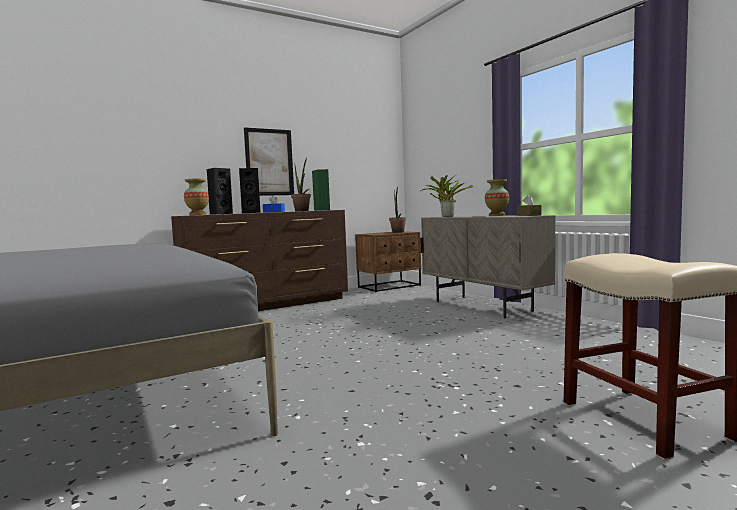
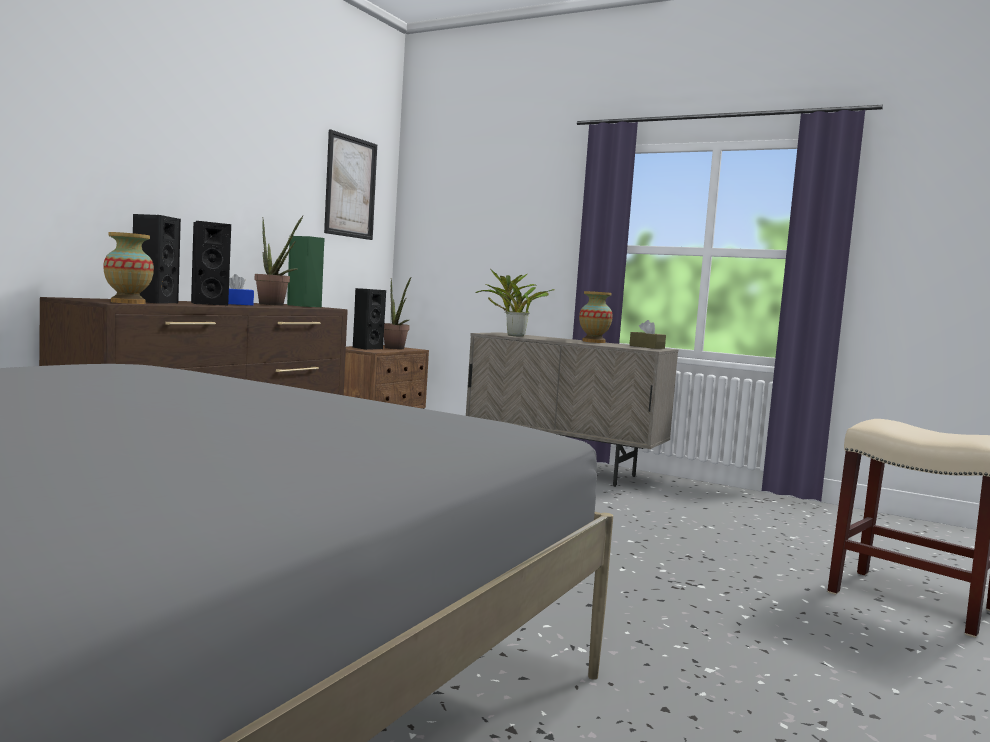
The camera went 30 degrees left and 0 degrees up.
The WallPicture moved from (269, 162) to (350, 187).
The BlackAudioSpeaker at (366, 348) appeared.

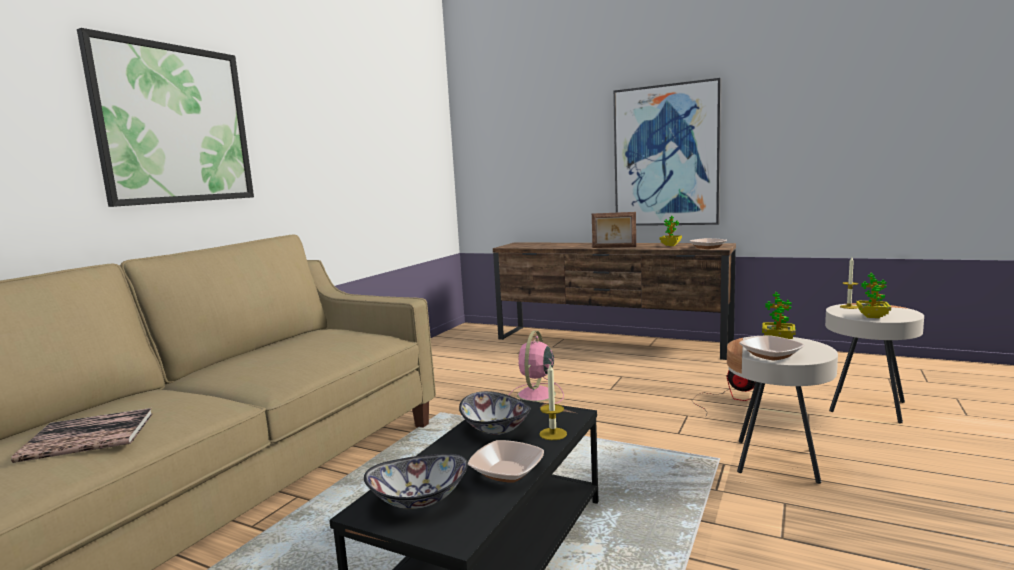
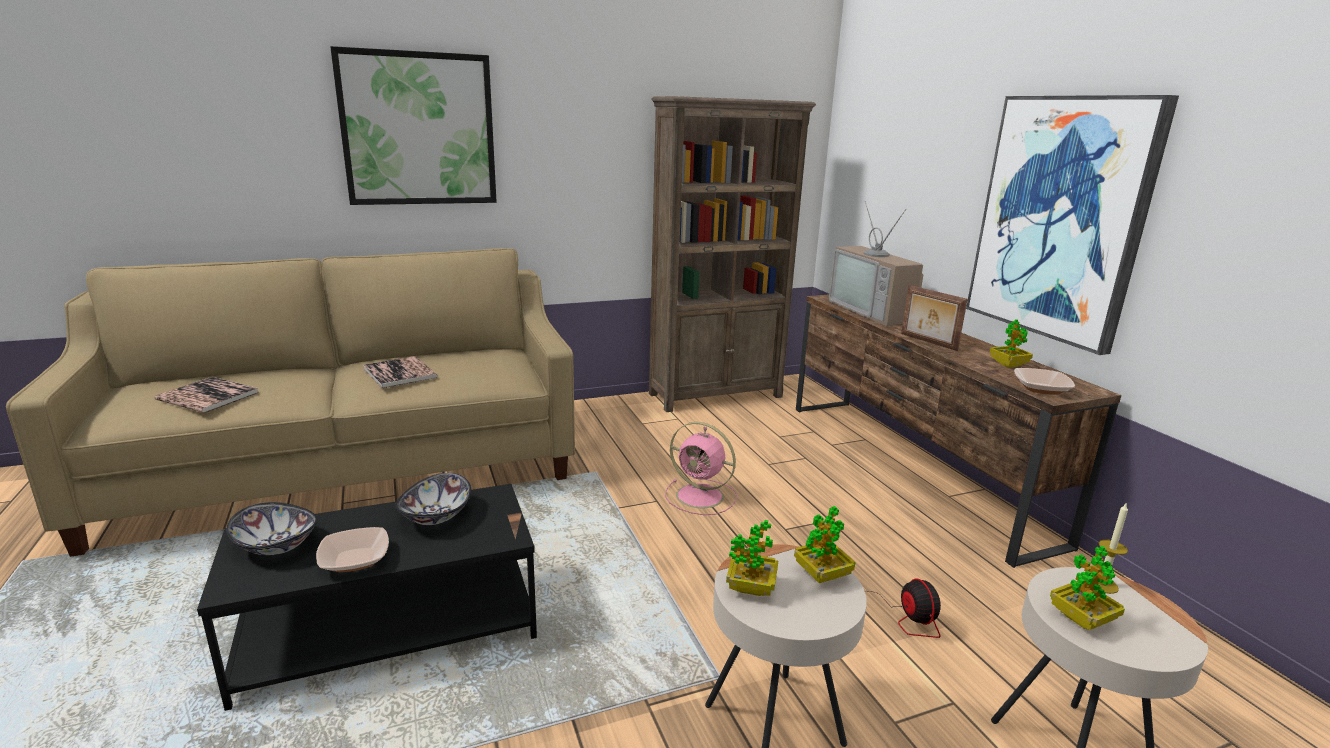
The camera went 40 degrees right and 10 degrees up.
The PinkColouredCoolingFan at (536, 395) turned 120 degrees counterclockwise.
The Candle at (553, 434) disappeared.
The ServingBowl at (771, 355) was replaced by the PottedPlant at (751, 588).
The Book at (400, 373) appeared.
The BrownBookshelf at (716, 395) appeared.
The Tv at (875, 311) appeared.

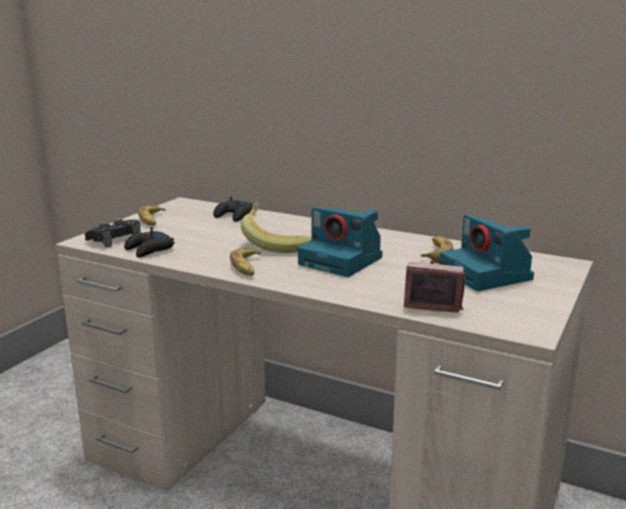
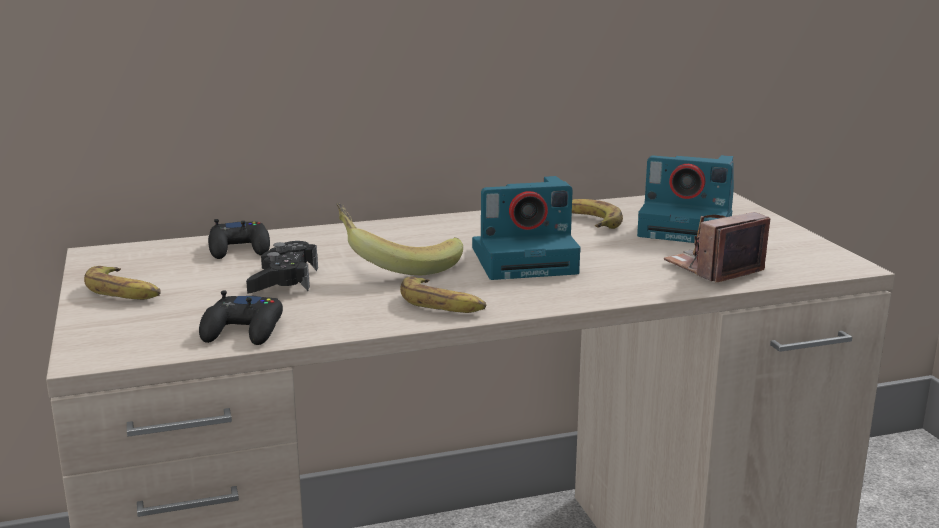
The camera went 45 degrees left and 0 degrees up.
The BlackGameController moved from (115, 239) to (284, 280).

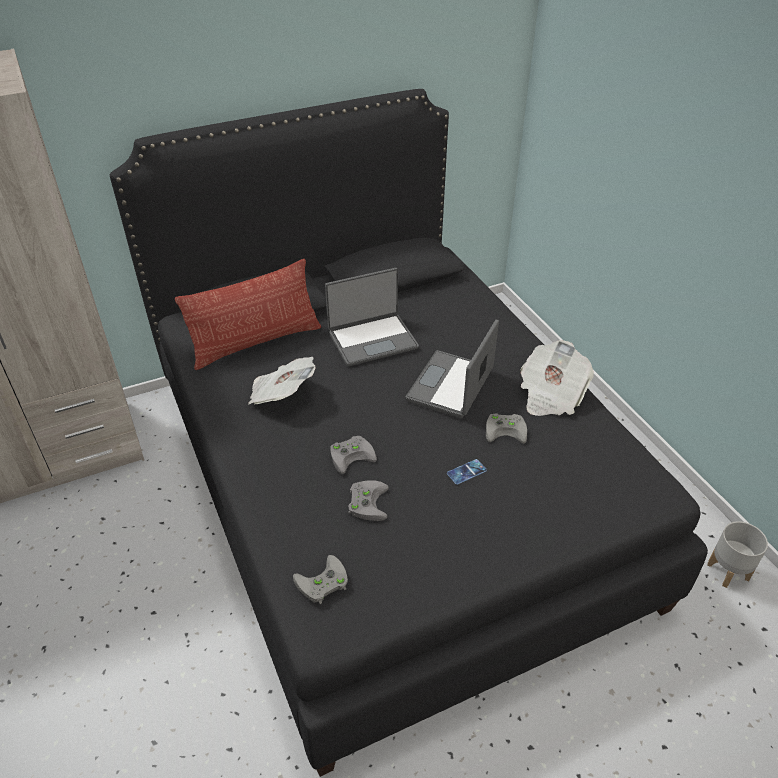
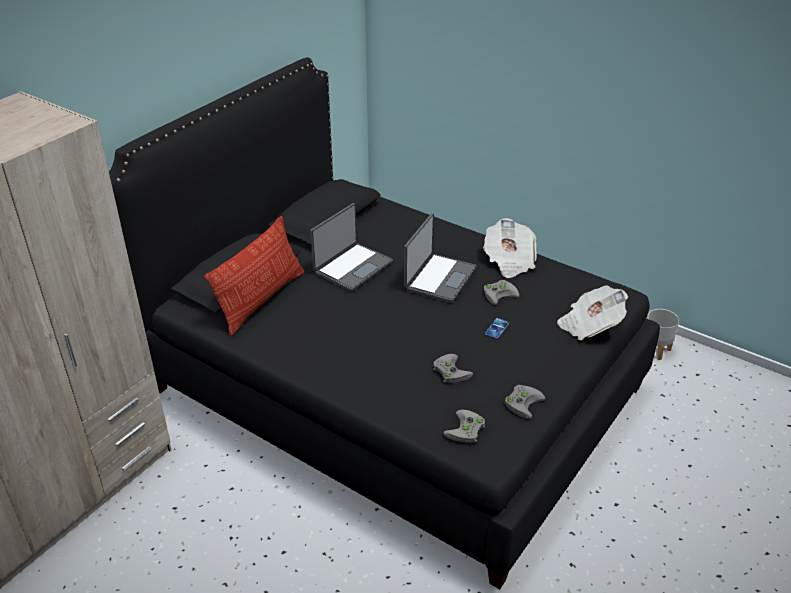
The camera went 30 degrees left and 5 degrees down.
The DailyPaper moved from (282, 394) to (589, 325).
The GreyishGameController moved from (352, 455) to (522, 402).
The NotebookComputer at (451, 386) turned 150 degrees counterclockwise.

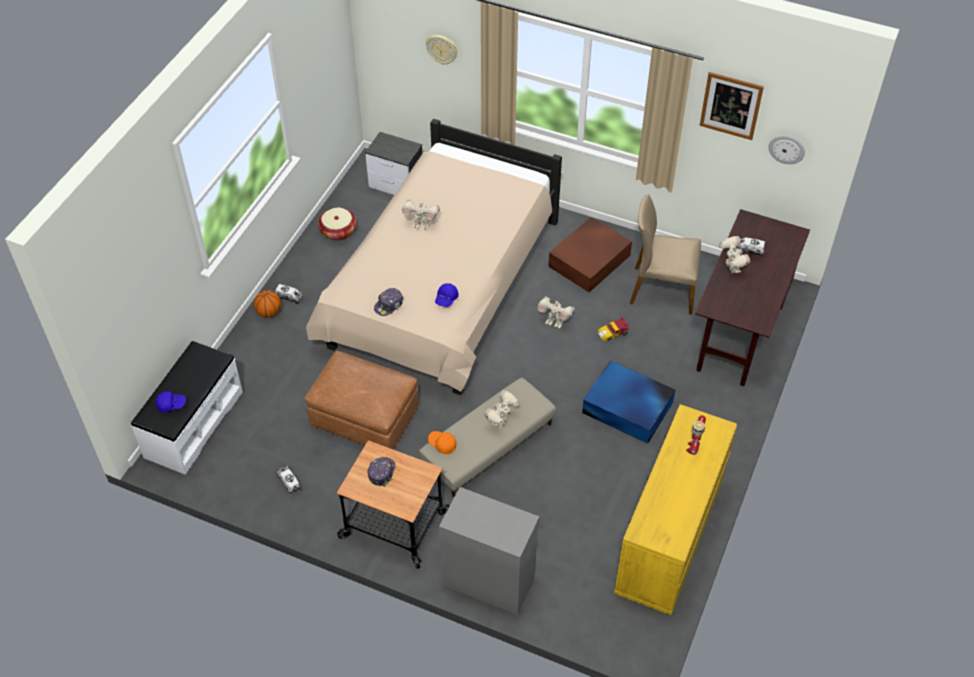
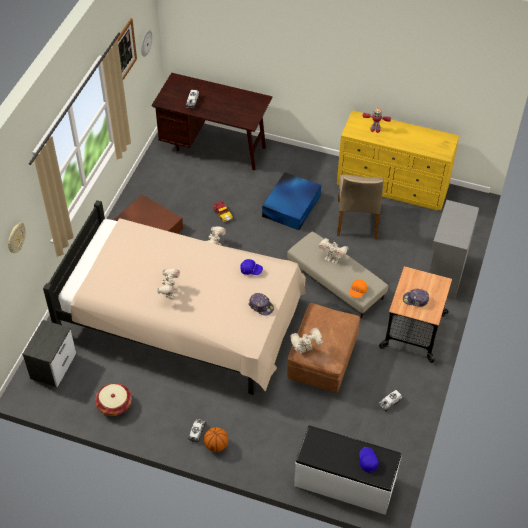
The camera went 95 degrees left and 0 degrees up.
The SandColouredPlainChair moved from (662, 289) to (357, 220).
The ToyRobot moved from (731, 268) to (305, 350).

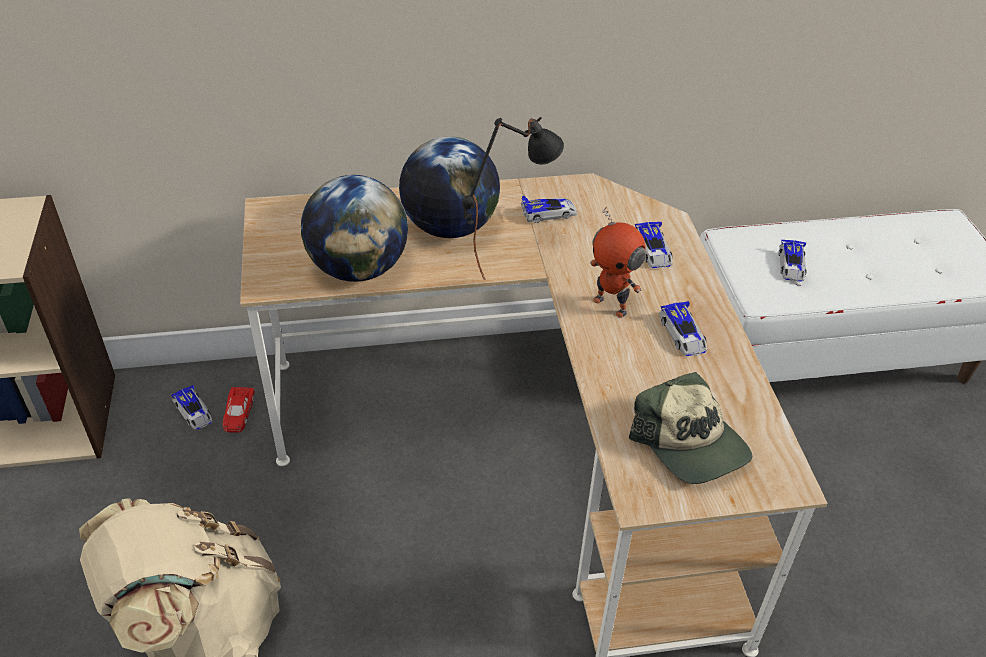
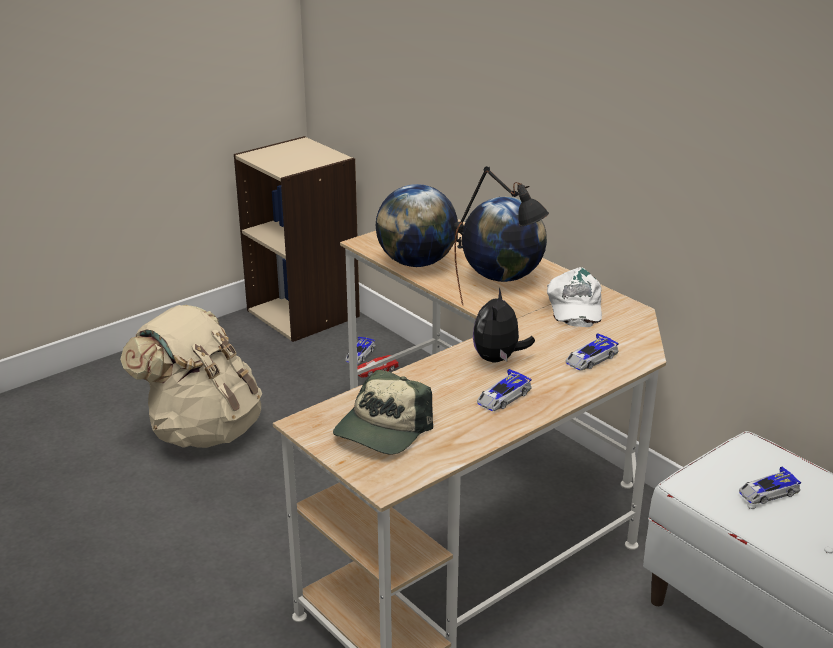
The camera went 60 degrees right and 15 degrees down.
The MiniatureCar at (549, 213) was replaced by the WhiteColouredPeakedCap at (574, 306).
The ToyRobot at (611, 305) was replaced by the CuddlyToy at (498, 359).

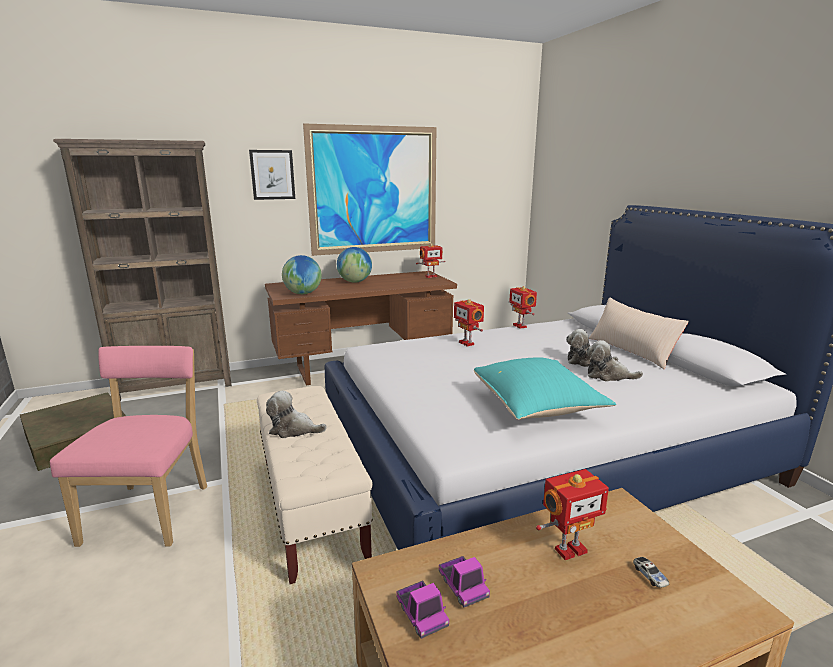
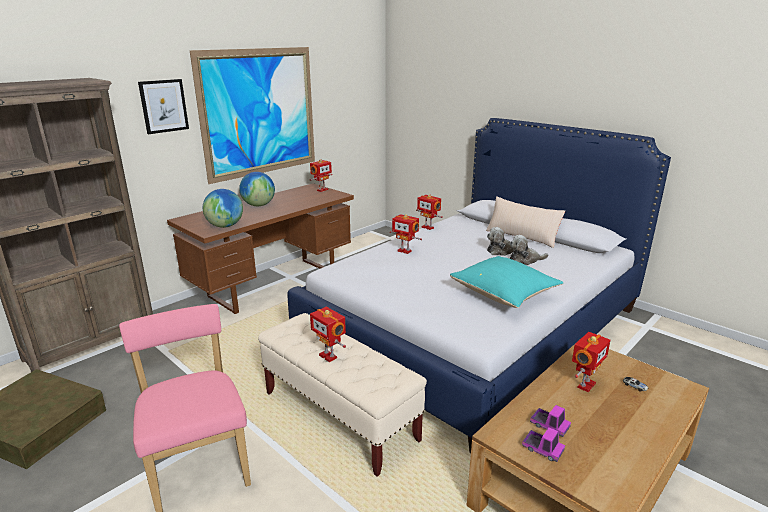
The camera went 25 degrees left and 5 degrees up.
The CuddlyToy at (293, 430) was replaced by the ToyRobot at (329, 356).

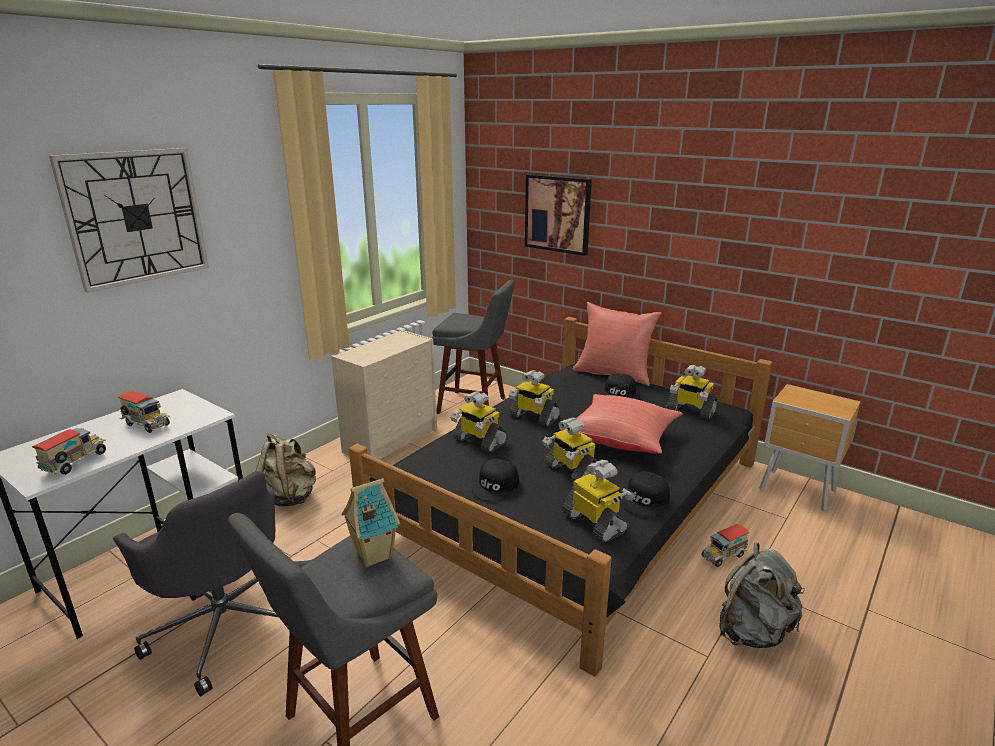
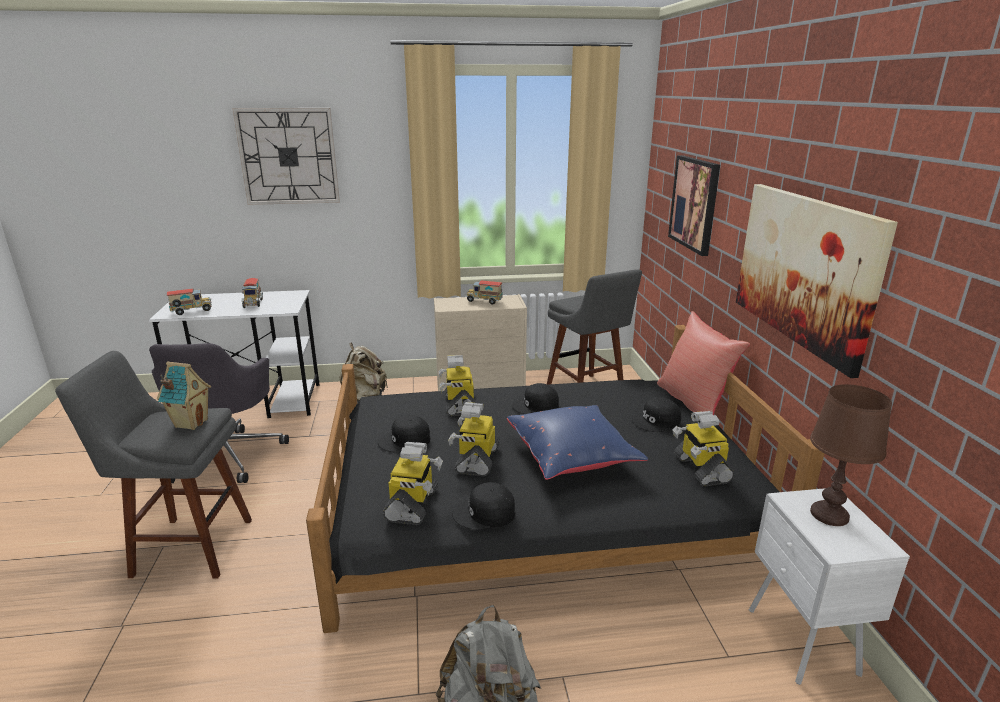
The camera went 45 degrees right and 0 degrees up.
The ToyRobot at (533, 417) was replaced by the BlackPeakedCap at (536, 406).
The RedColouredThrowPillow at (621, 439) became the BlueColouredThrowPillow at (572, 458).
The ToyTruck moved from (722, 556) to (484, 301).
The BrownNightTable at (798, 491) became the WhiteColouredNightTable at (801, 644).
The WallPicture at (804, 270) appeared.
The BrownTabletopLamp at (829, 514) appeared.

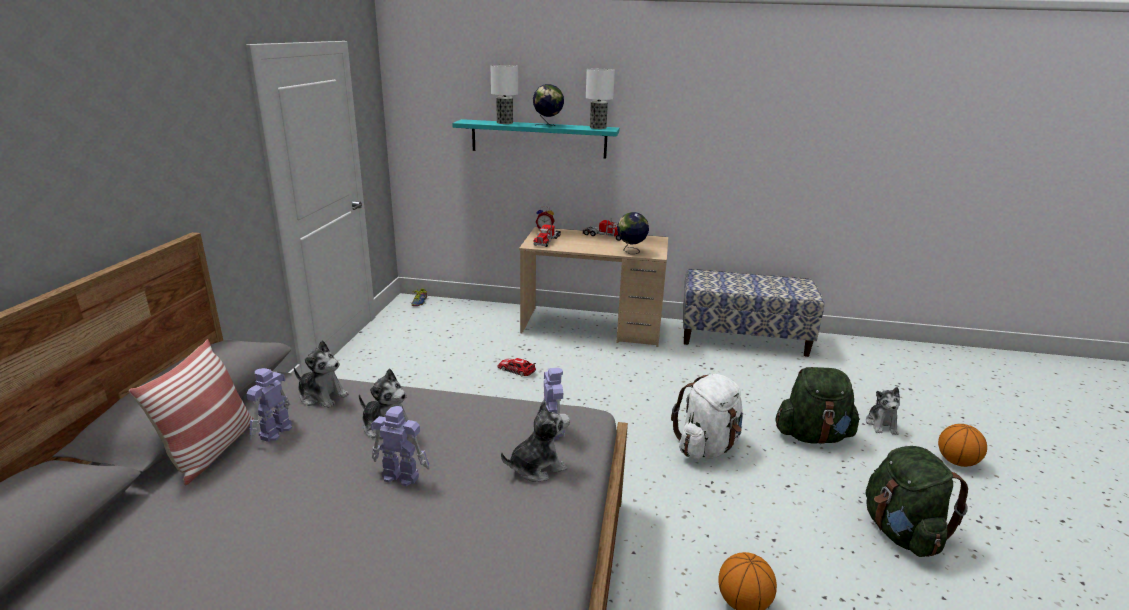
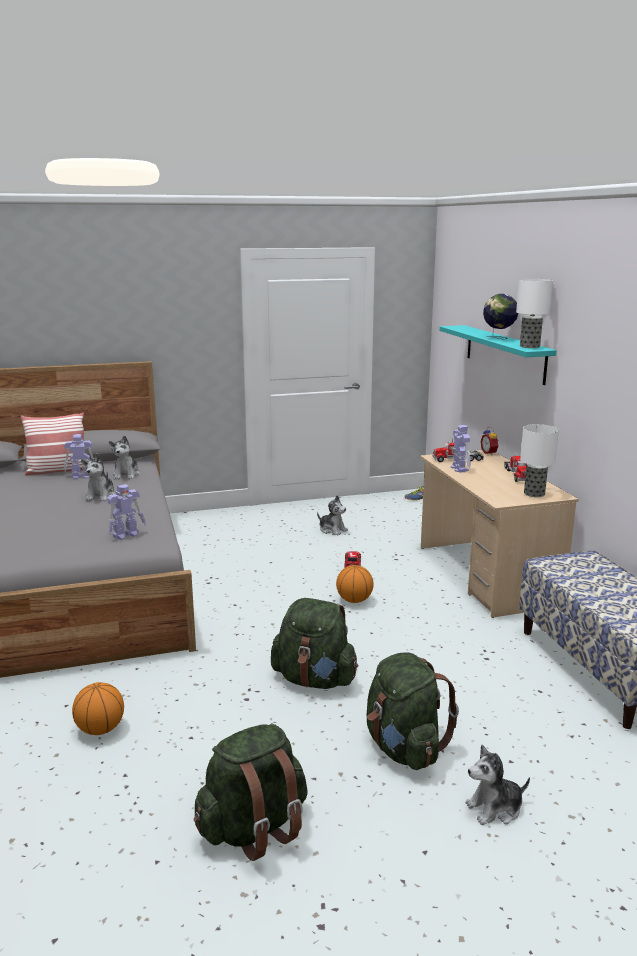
The camera went 65 degrees right and 5 degrees down.
The ToyRobot moved from (400, 476) to (459, 468).
The TabletopLamp moved from (504, 123) to (533, 493).
The CuddlyToy moved from (537, 467) to (332, 530).
The WorldGlobe at (631, 251) disappeared.
The WhiteColouredRucksack at (707, 447) became the GreenishRucksack at (315, 679).
The BallForBasketball moved from (956, 462) to (354, 600).

